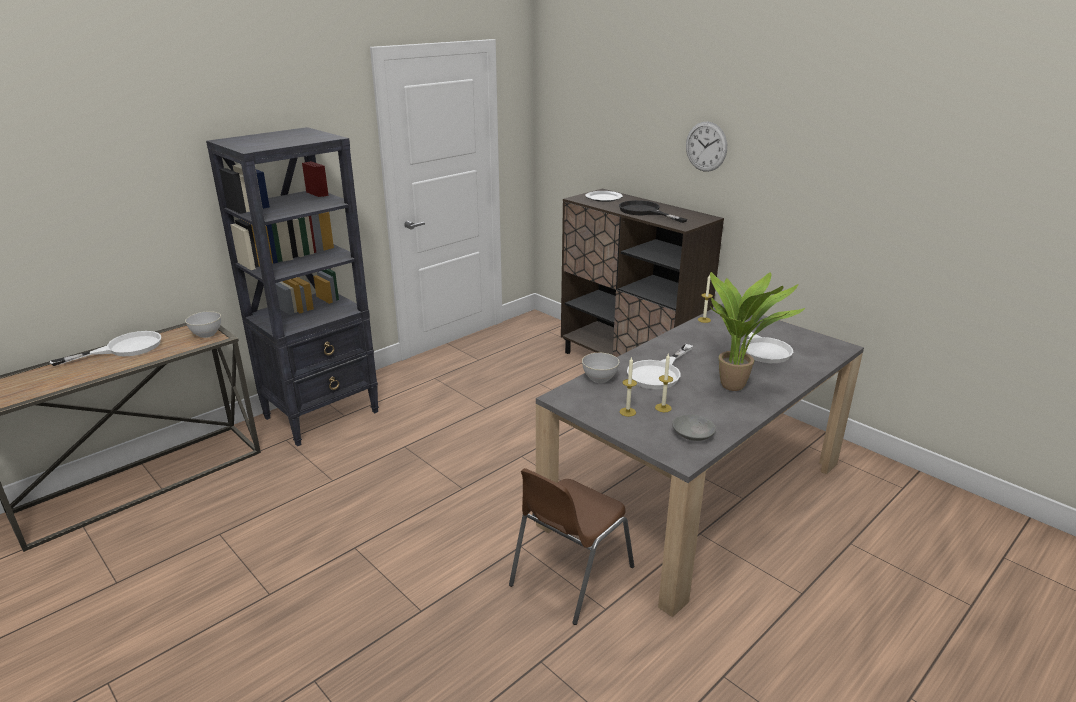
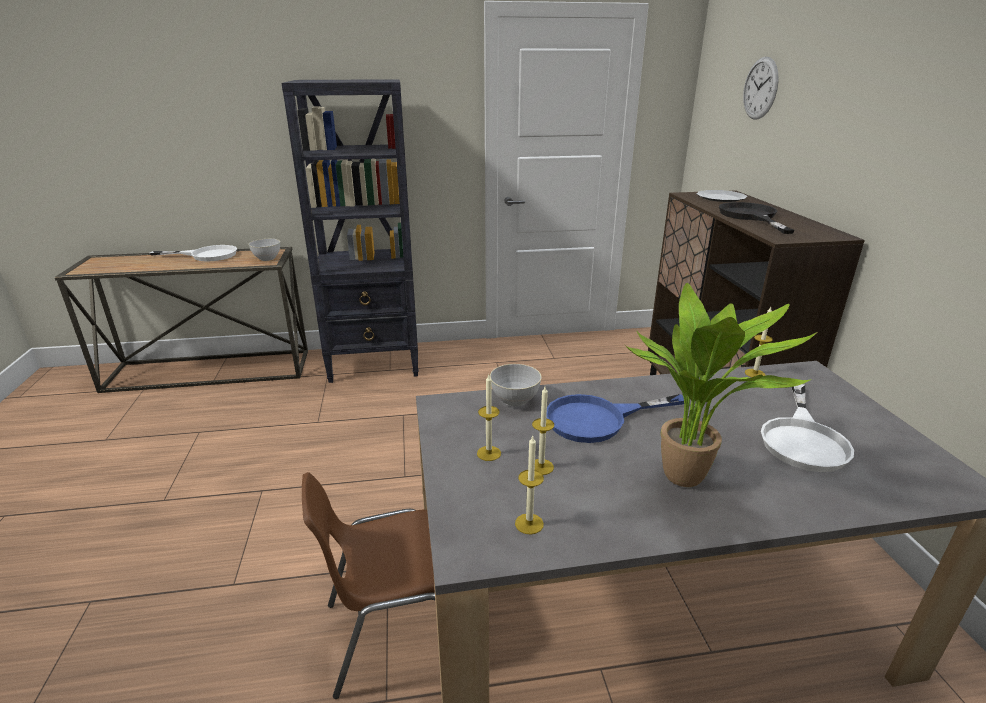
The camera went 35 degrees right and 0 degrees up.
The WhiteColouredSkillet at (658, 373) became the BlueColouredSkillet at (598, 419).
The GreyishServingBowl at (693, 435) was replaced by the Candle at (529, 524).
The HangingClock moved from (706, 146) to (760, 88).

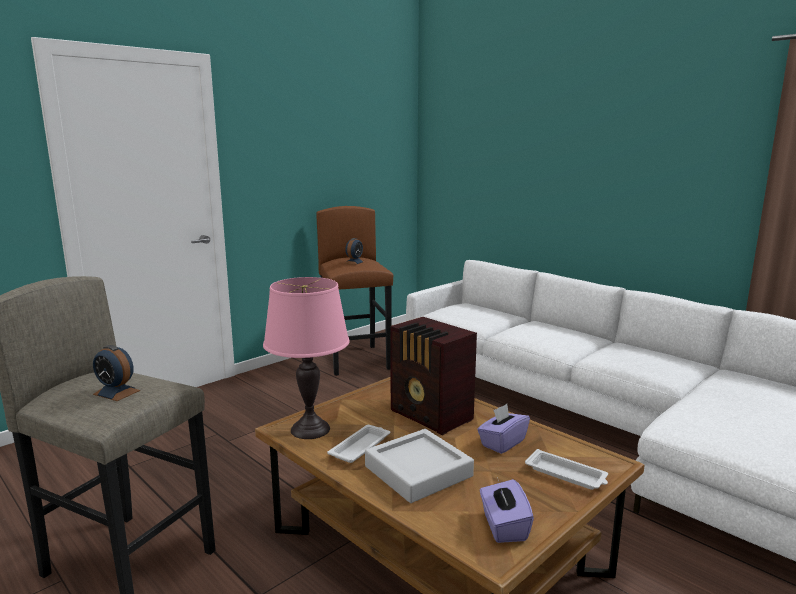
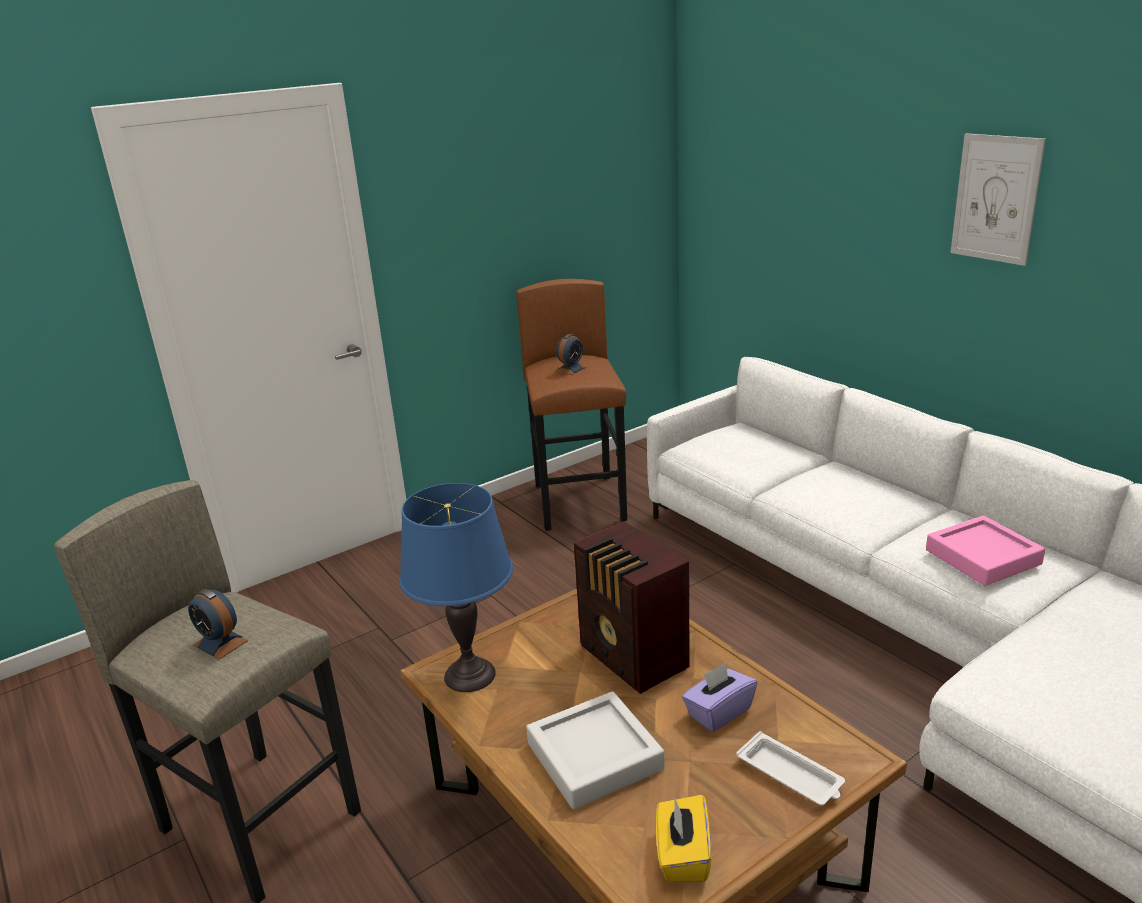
The camera went 10 degrees right and 10 degrees up.
The PinkColouredTabletopLamp at (310, 429) became the BlueColouredTabletopLamp at (469, 675).
The WhiteColouredTray at (361, 447) disappeared.
The PurplishBoxOfTissues at (503, 526) became the YellowishBoxOfTissues at (683, 856).
The PinkColouredTray at (982, 557) appeared.
The WallPicture at (996, 199) appeared.

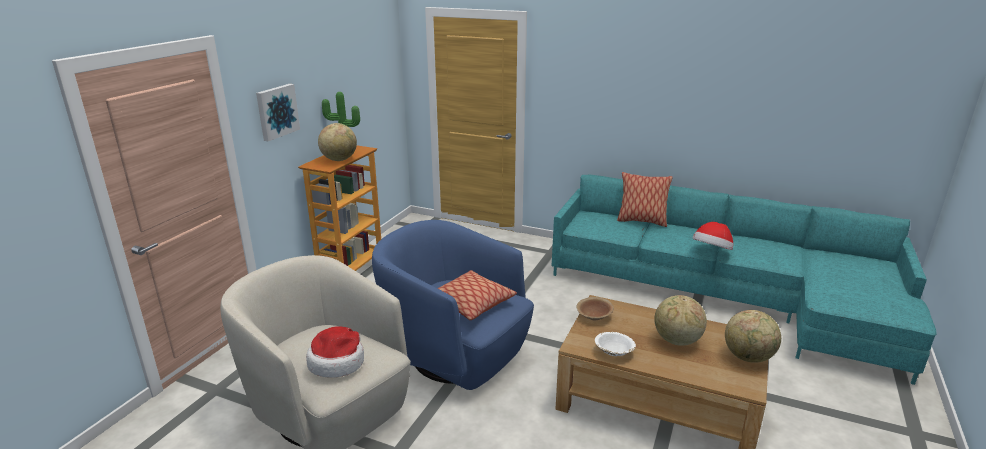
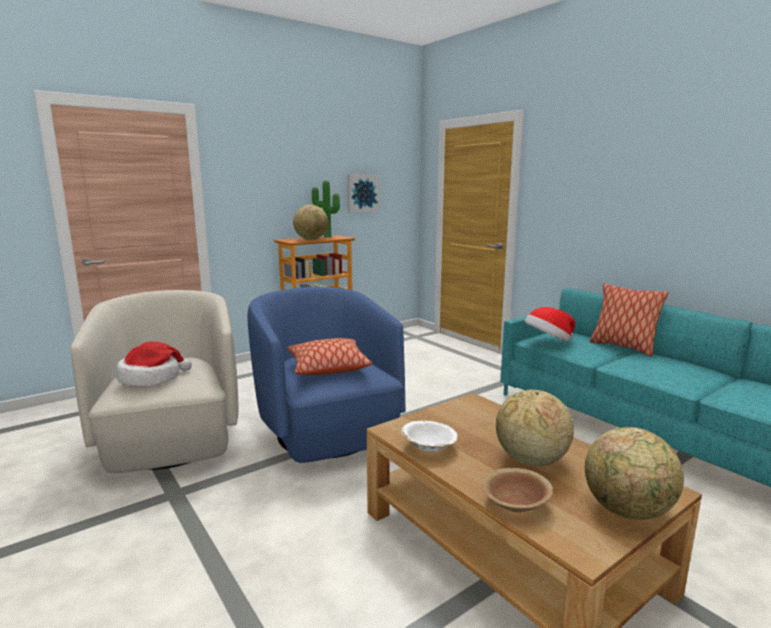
The camera went 30 degrees right and 10 degrees down.
The WallPicture moved from (276, 111) to (362, 193).
The BrownServingBowl moved from (594, 316) to (515, 504).
The Hat moved from (712, 251) to (548, 341).

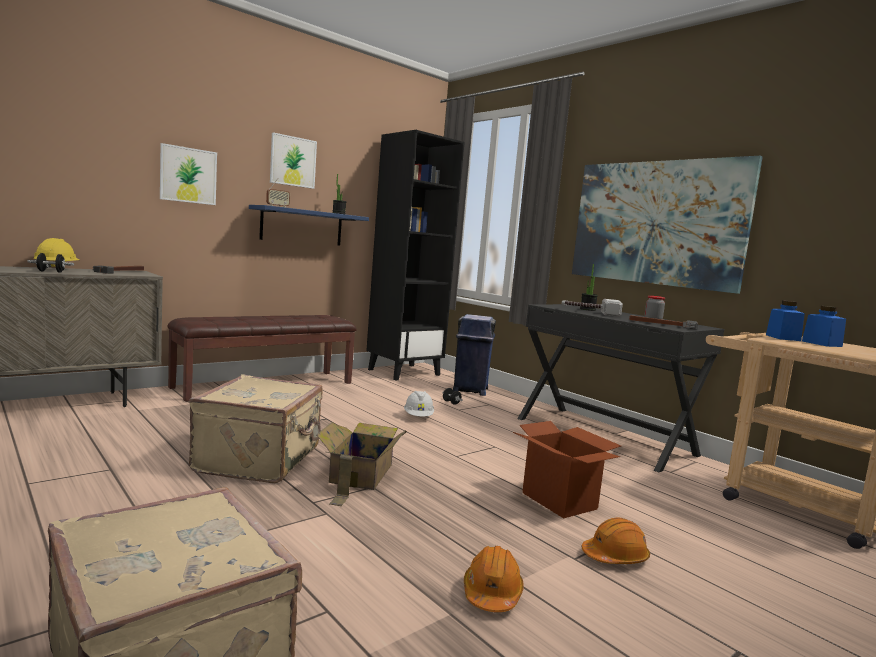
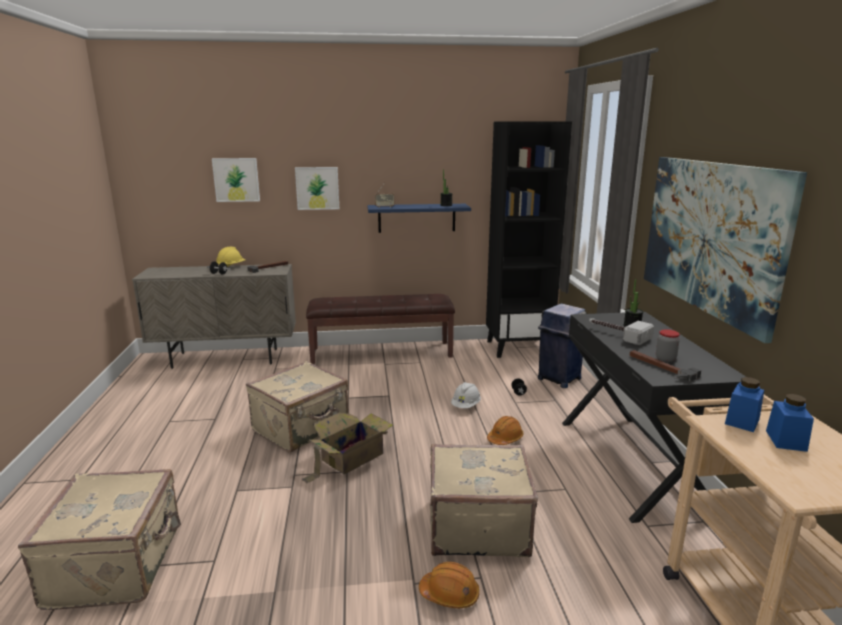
The camera went 35 degrees right and 10 degrees up.
The WallPicture moved from (293, 161) to (236, 180).
The OrangeyWorkHelmet moved from (492, 593) to (505, 438).
The Carton at (559, 501) was replaced by the SandColouredSuitcase at (477, 526).

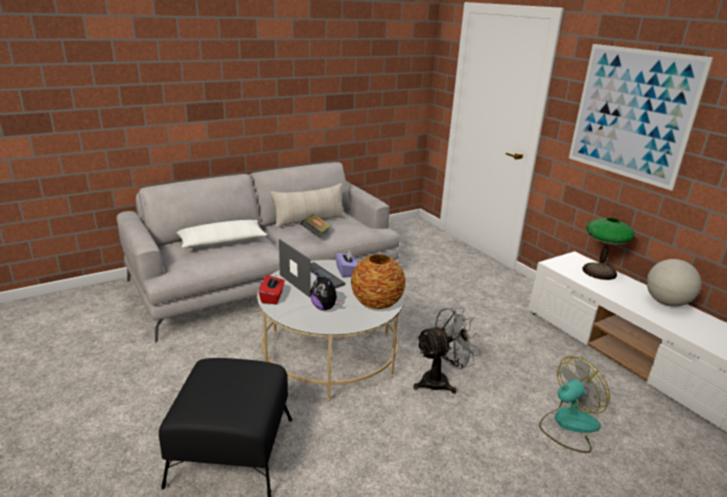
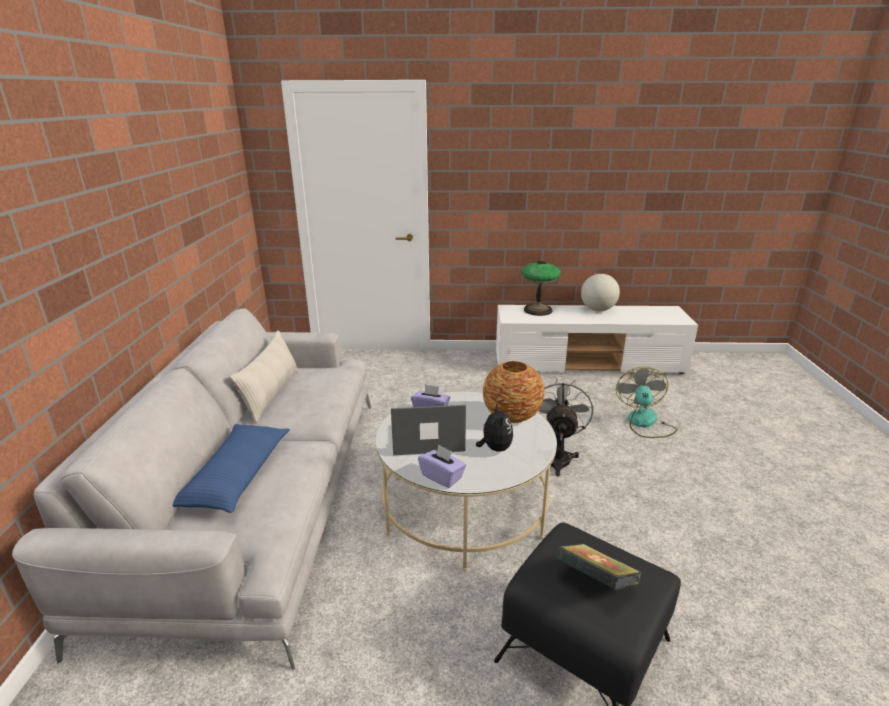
The camera went 55 degrees left and 0 degrees up.
The WhiteColouredThrowPillow at (222, 242) became the BlueColouredThrowPillow at (236, 476).
The RedColouredBoxOfTissues at (272, 297) became the PurplishBoxOfTissues at (442, 476).
The Book moved from (316, 235) to (595, 582).
The CuddlyToy at (324, 307) turned 90 degrees counterclockwise.
The WallPicture at (632, 114) disappeared.

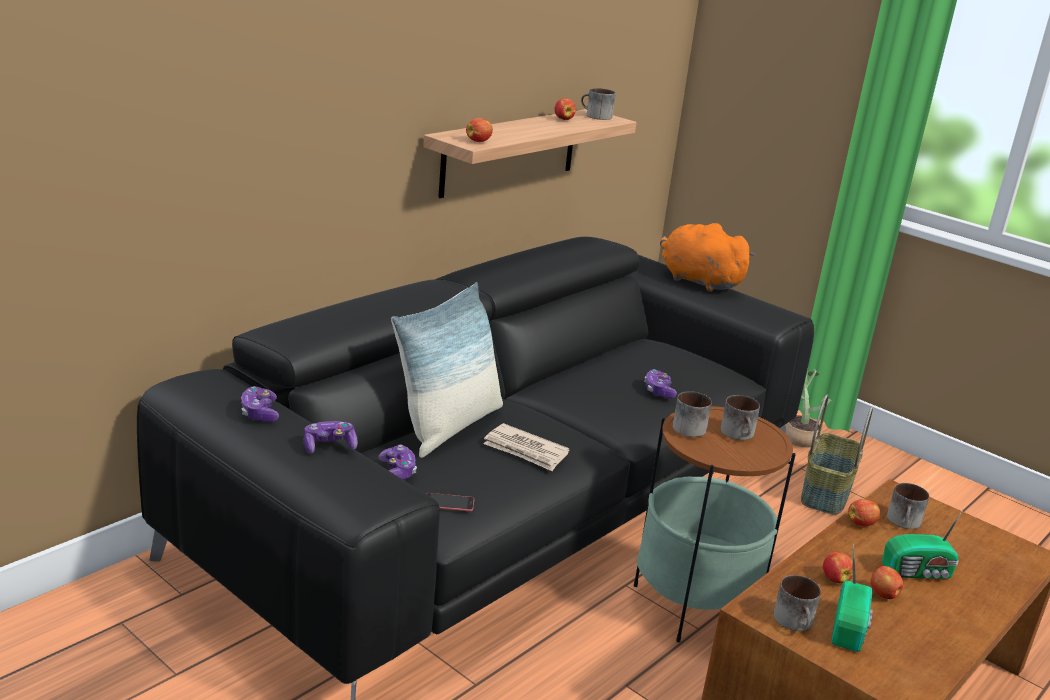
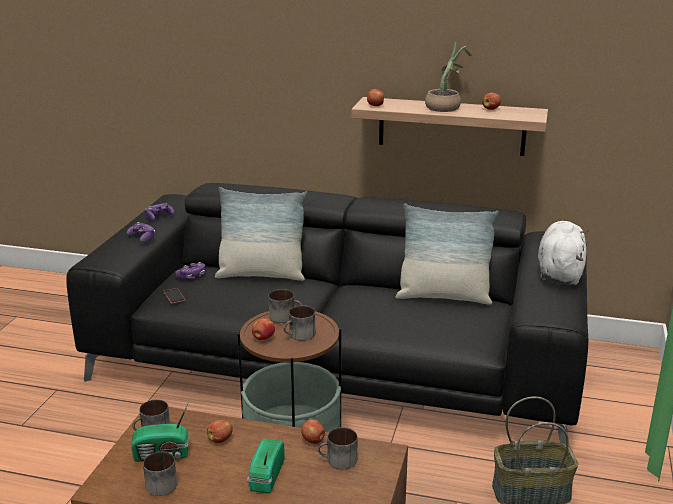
The camera went 65 degrees right and 0 degrees up.
The DailyPaper at (525, 450) disappeared.
The CoffeeMug moved from (595, 116) to (160, 482).
The GameController at (658, 391) disappeared.
The OrangeyCuddlyToy at (697, 281) became the WhiteColouredCuddlyToy at (559, 272).
The PottedPlant moved from (798, 436) to (446, 107).
The Apple moved from (884, 595) to (263, 338).
The RadioReceiver at (919, 572) turned 45 degrees clockwise.
The ThrowPillow at (443, 296) appeared.

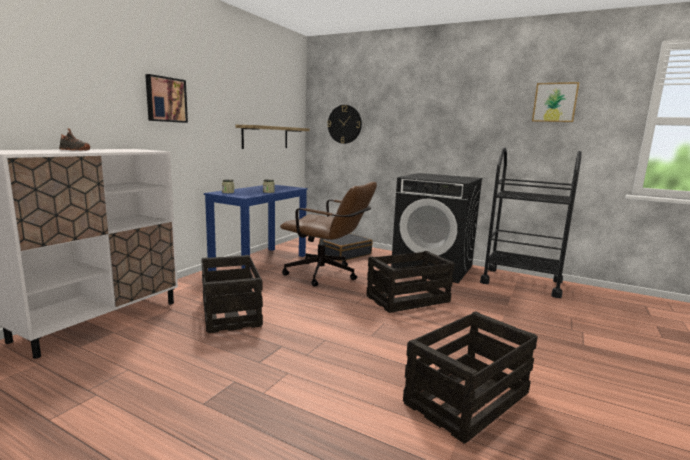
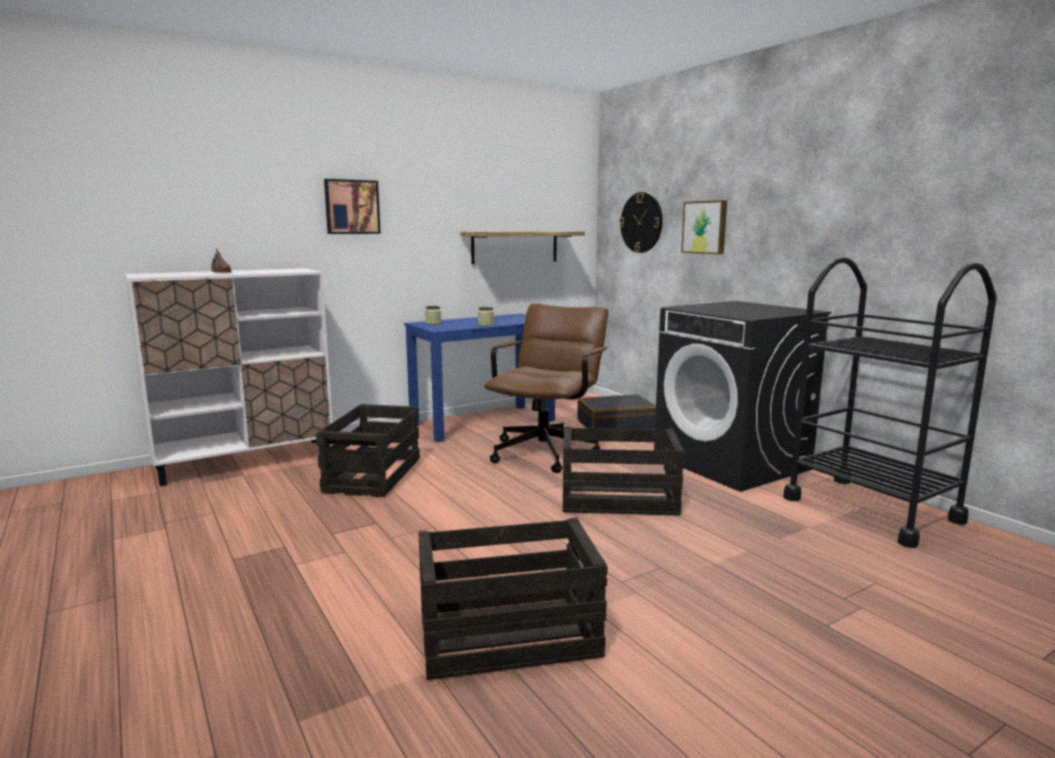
The camera went 30 degrees right and 0 degrees up.
The BrownDeskChair at (327, 275) turned 120 degrees counterclockwise.
The WallPicture moved from (555, 102) to (705, 227).

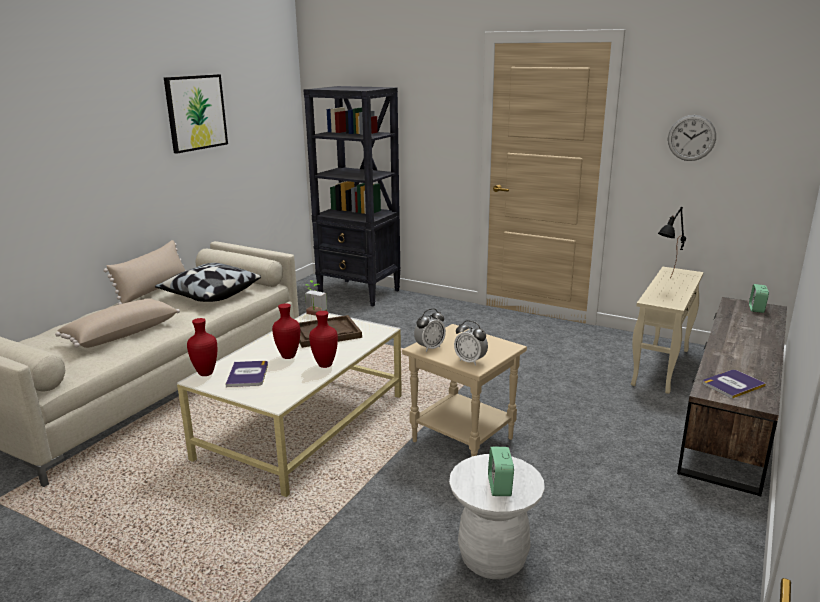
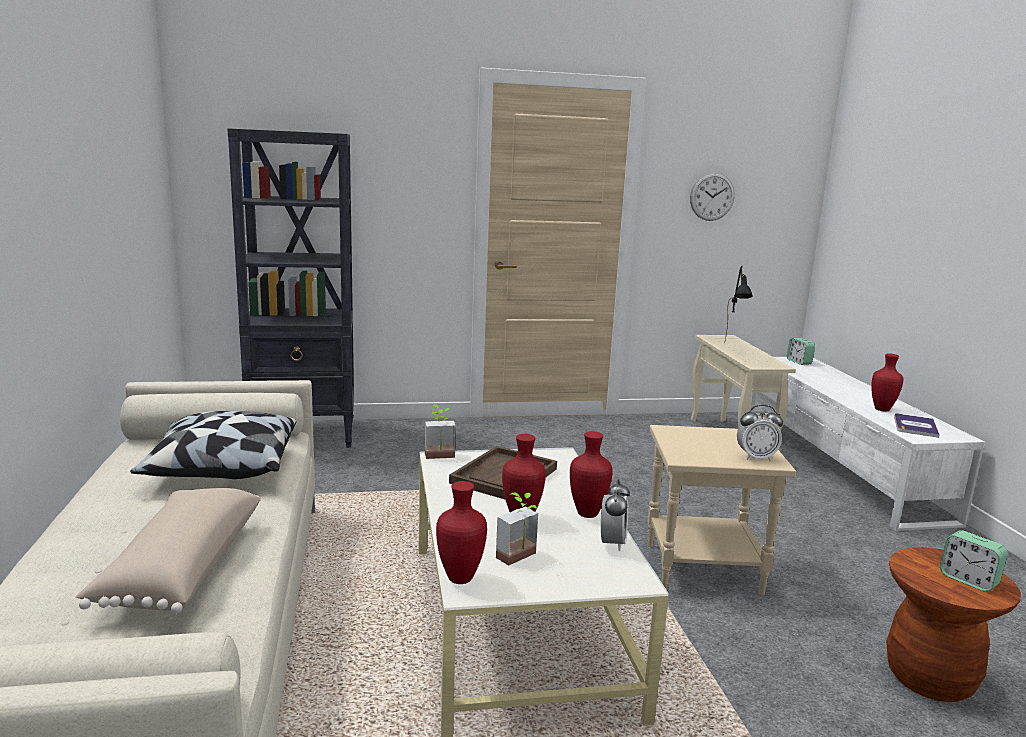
The camera went 40 degrees left and 5 degrees down.
The SandColouredThrowPillow at (153, 290) disappeared.
The WallPicture at (196, 112) disappeared.
The Book at (247, 374) was replaced by the PottedPlant at (521, 558).
The TableClock moved from (429, 348) to (612, 543).
The WhiteColouredStoolSeat at (493, 558) became the BrownStoolSeat at (929, 678).
The BrownMediaConsole at (731, 415) became the WhiteColouredMediaConsole at (840, 467).
The RedColouredDecorativeVase at (881, 409) appeared.

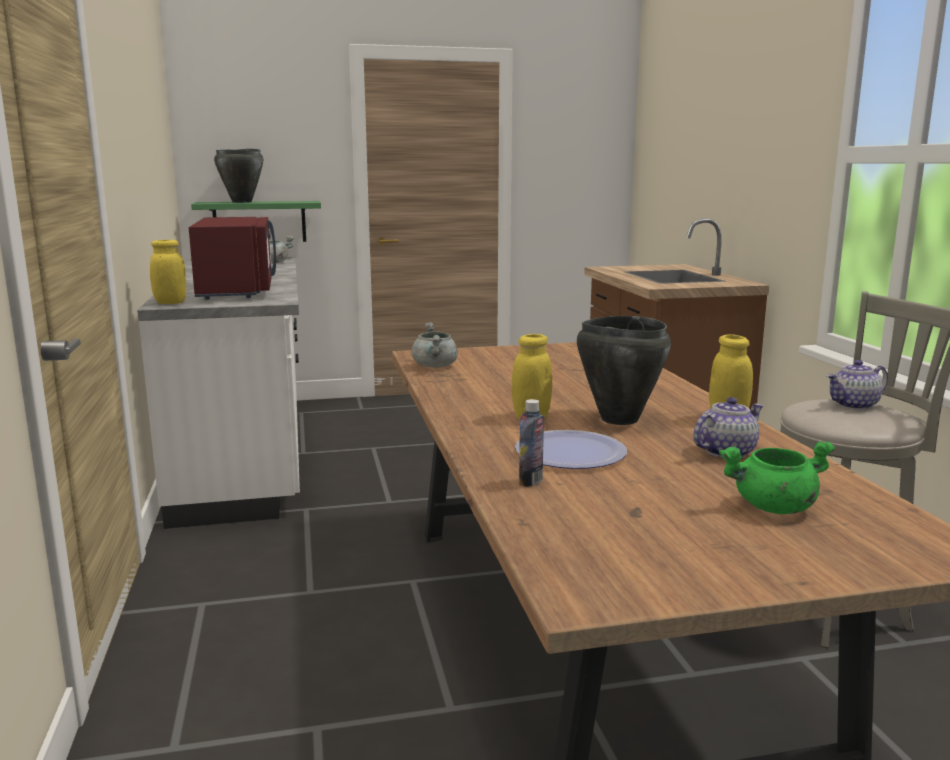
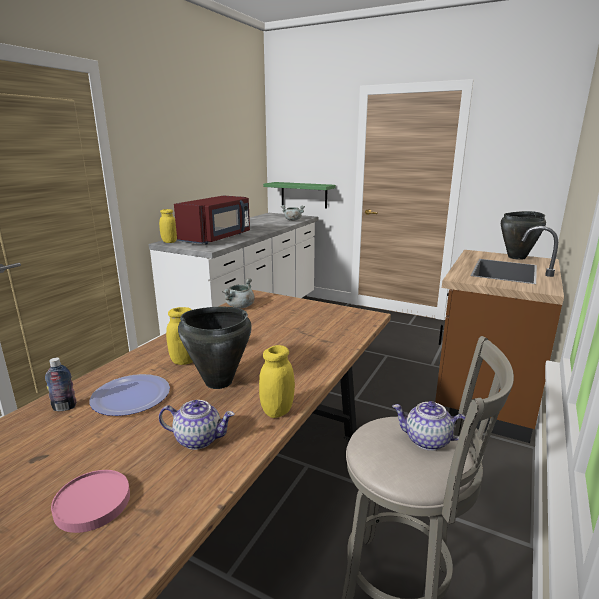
The camera went 40 degrees right and 5 degrees up.
The BlackStockpot moved from (242, 202) to (517, 257).
The GreenishStockpot at (773, 507) was replaced by the PinkColouredPlate at (92, 503).

